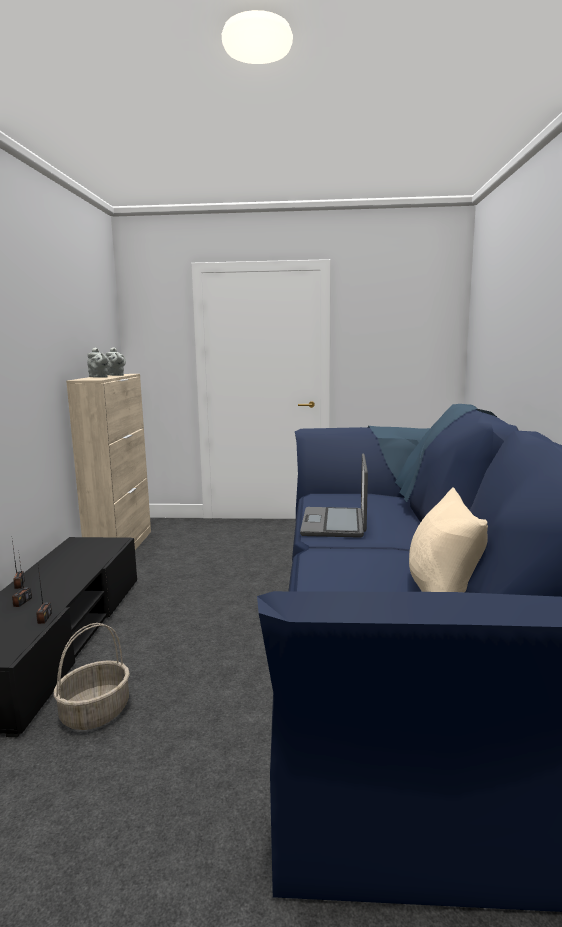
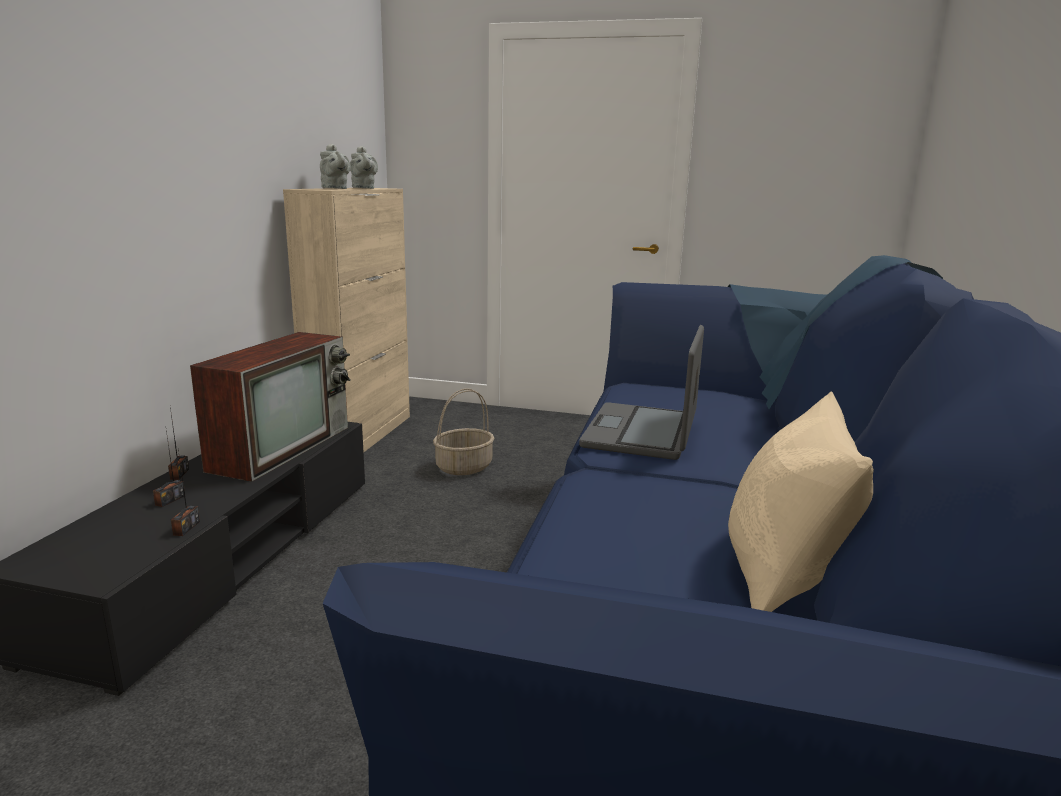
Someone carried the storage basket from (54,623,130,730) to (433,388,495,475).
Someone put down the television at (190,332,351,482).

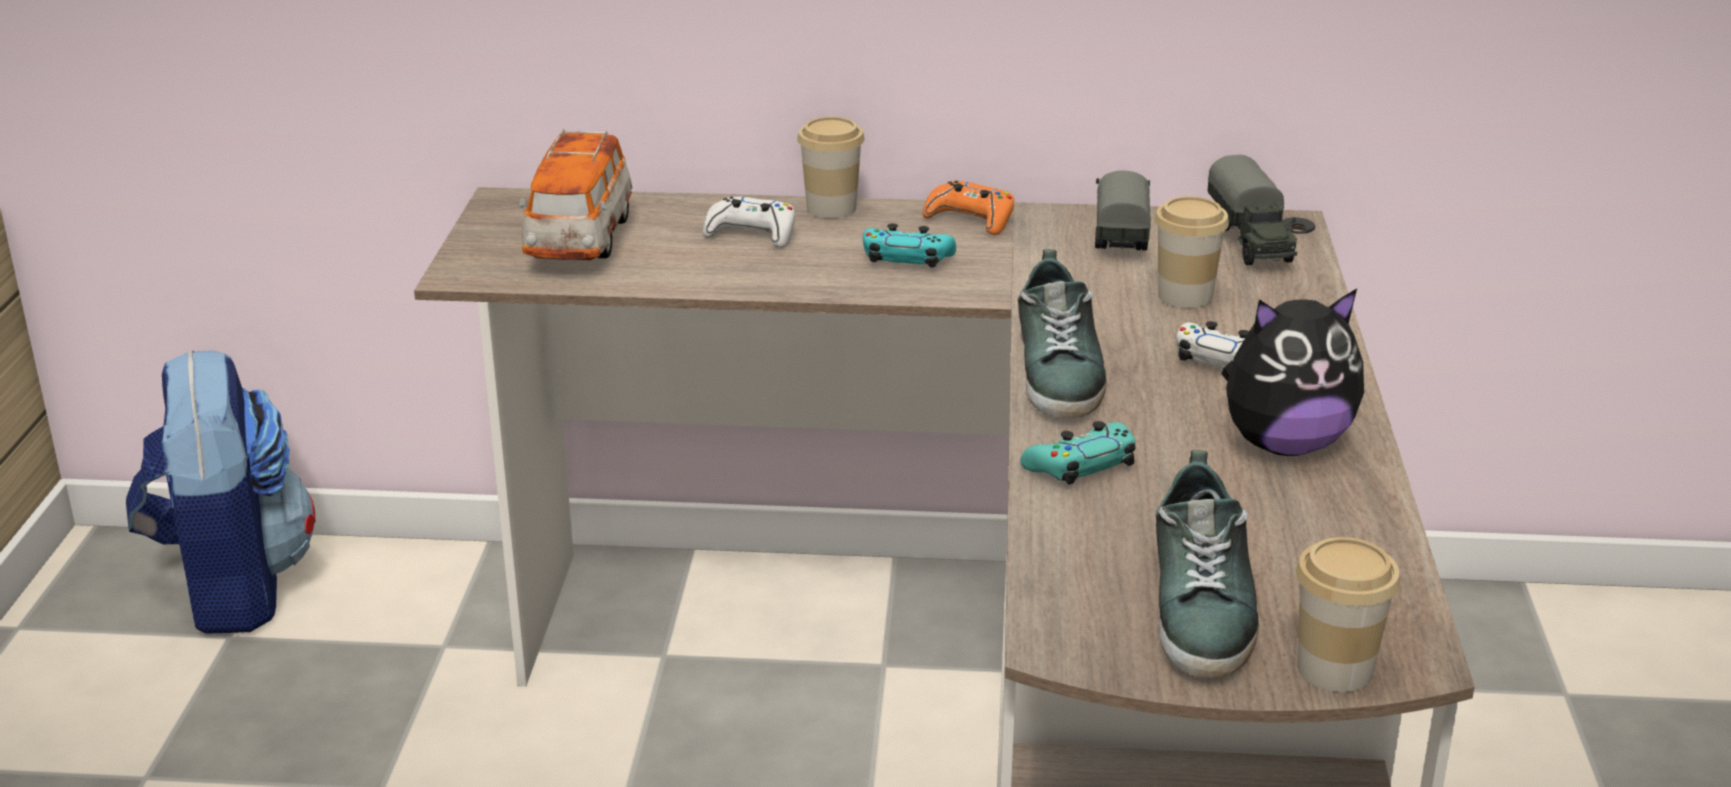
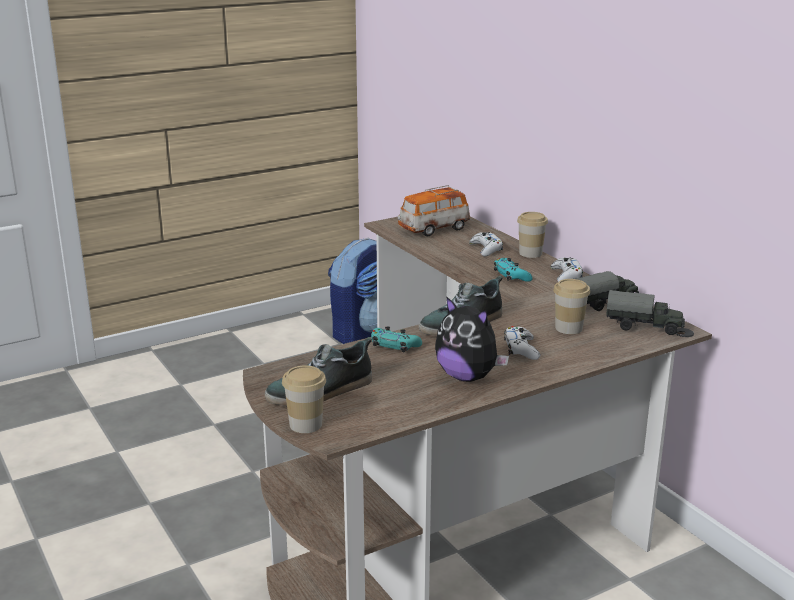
Someone repainted the game controller in orangey at (923,181,1014,235), which became the game controller in whitish at (550,257,583,282).
Someone rotated the toy lorry at (1207,155,1297,265) by 120 degrees counterclockwise.

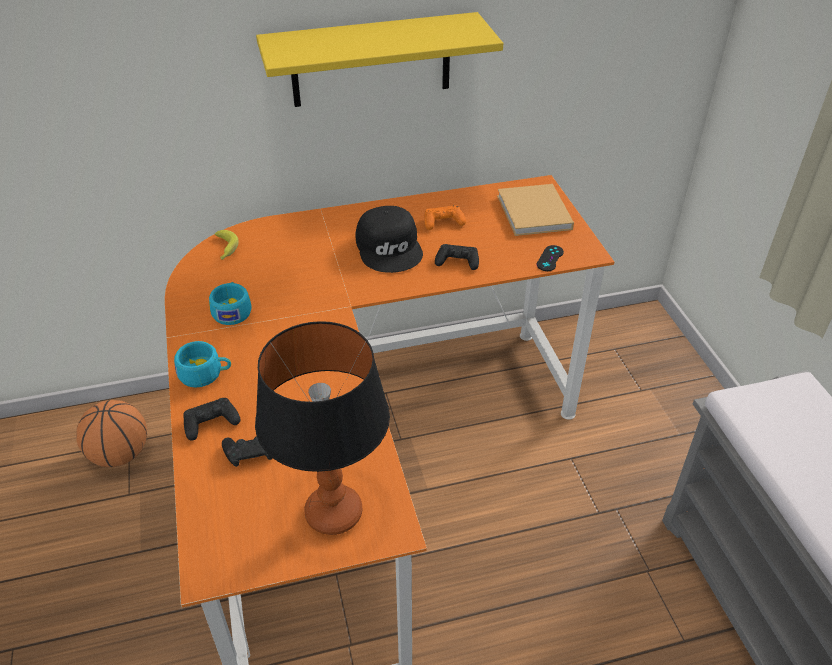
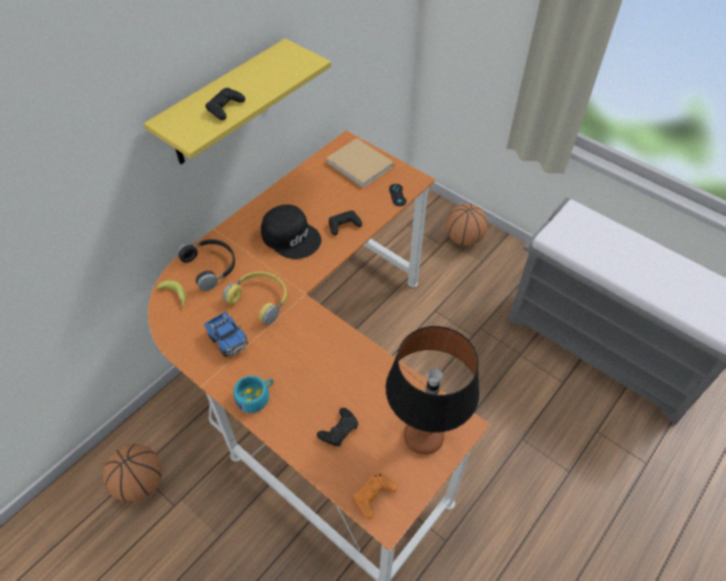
Someone carried the game controller in black-coloured from (184,398,240,440) to (205,88,245,120).
Someone swapped the drinking cup in turquoise-coloured at (209,282,252,325) for the toy lorry at (204,312,248,357).
Someone carried the game controller in orangey from (424,205,466,230) to (353,473,398,519).
Someone put down the pair of headphones in black-coloured at (177,239,235,291).
Someone put down the pair of headphones in yellow at (223,272,287,325).
Someone put down the basketball at (446,203,488,246).

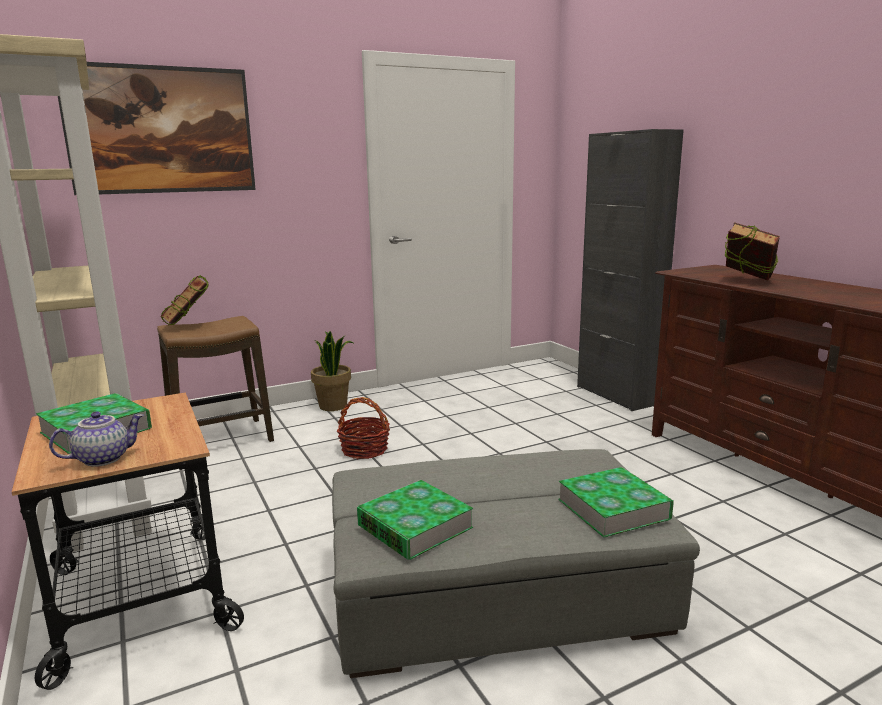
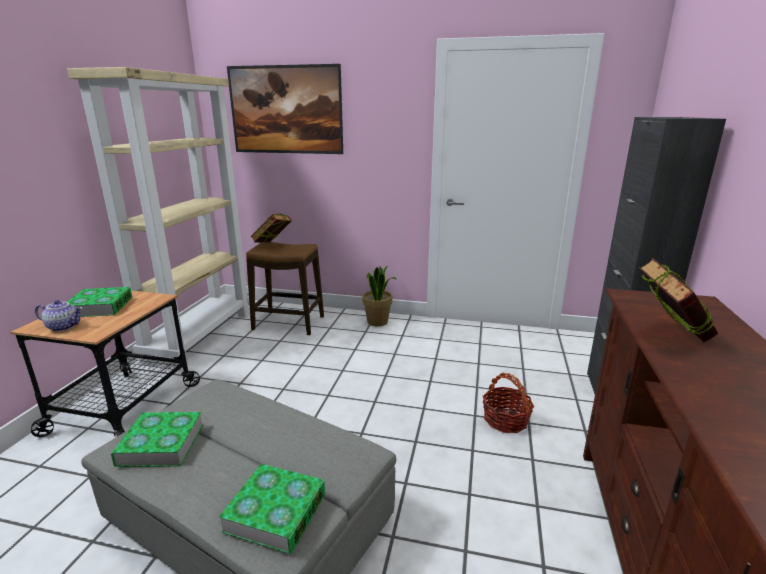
Someone carried the storage basket from (337,397,390,459) to (483,373,534,433).

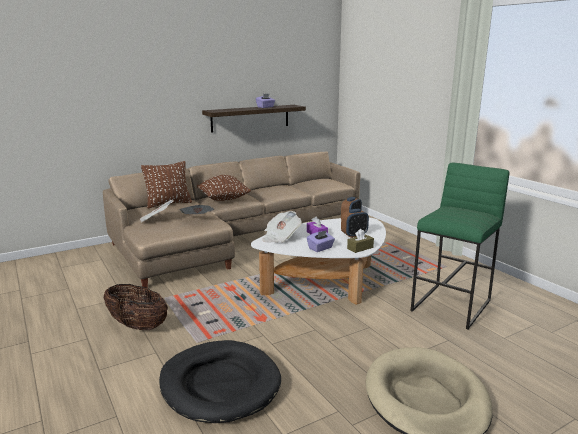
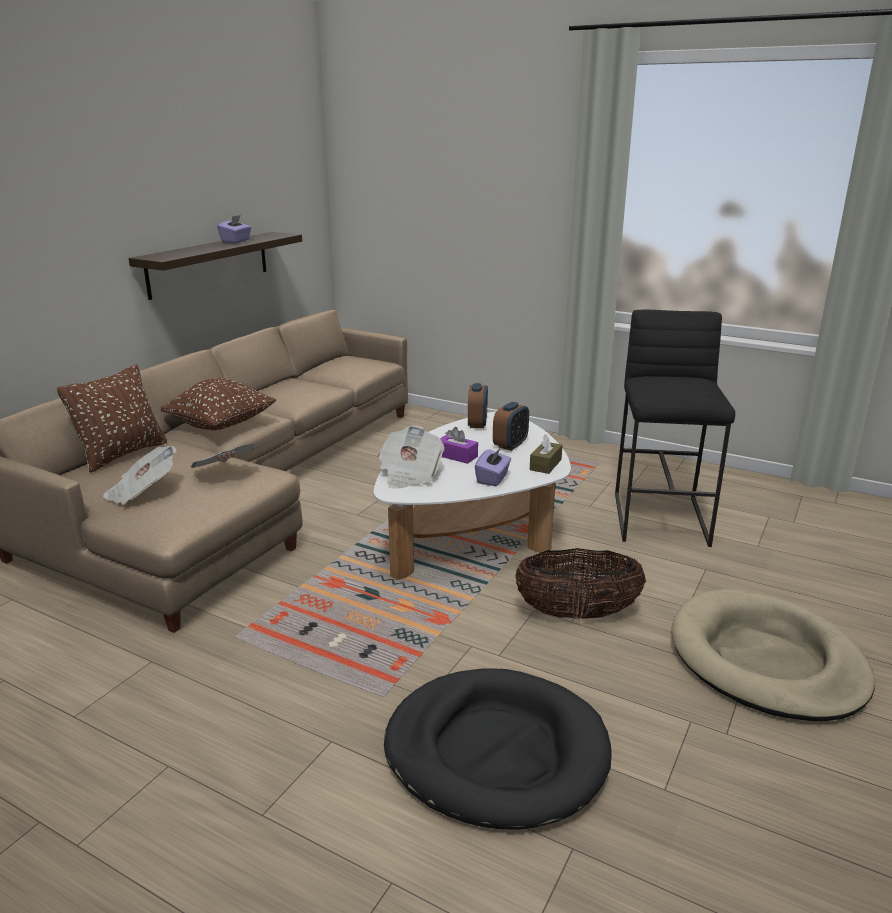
Someone carried the storage basket from (104,284,168,330) to (515,548,646,619).
Someone repainted the stool in greenish at (411,163,509,329), which became the stool in black-coloured at (615,310,735,547).

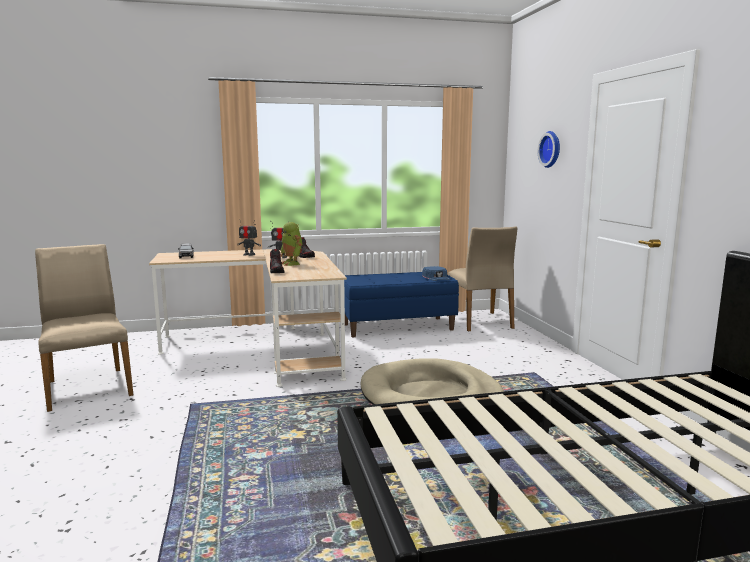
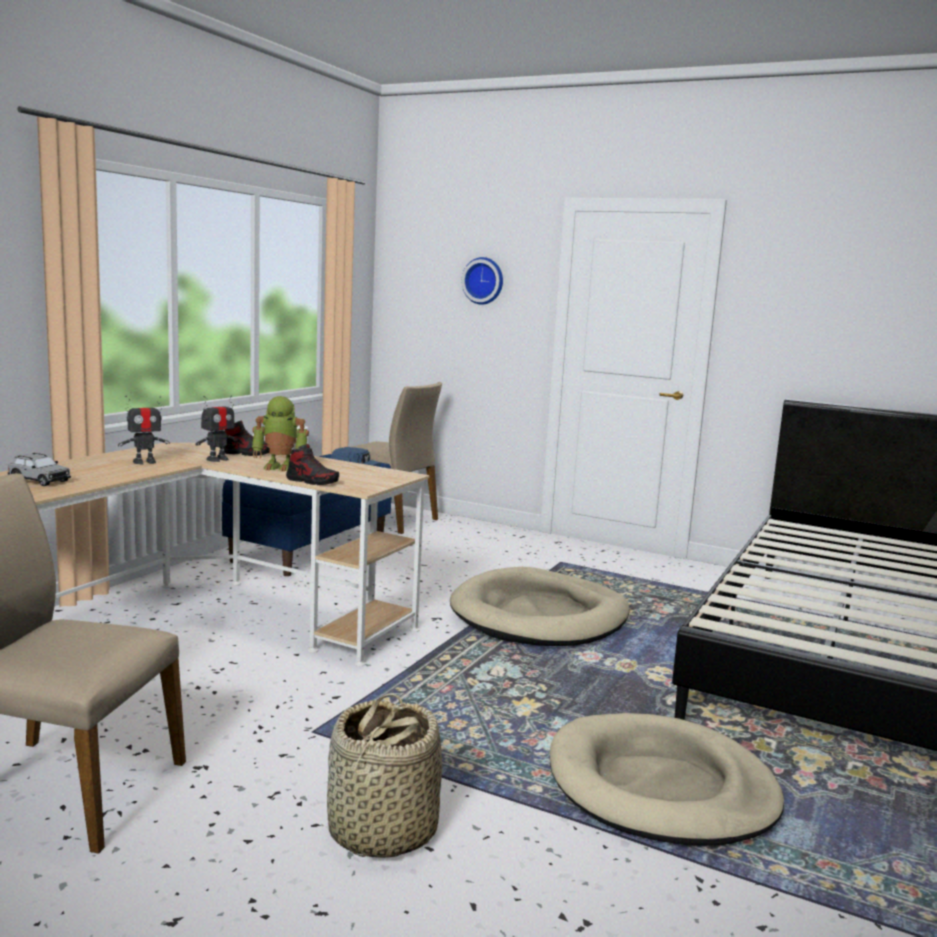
Someone put down the storage basket at (327,693,442,858).
Someone put down the pet bed in sand-coloured at (550,713,784,846).

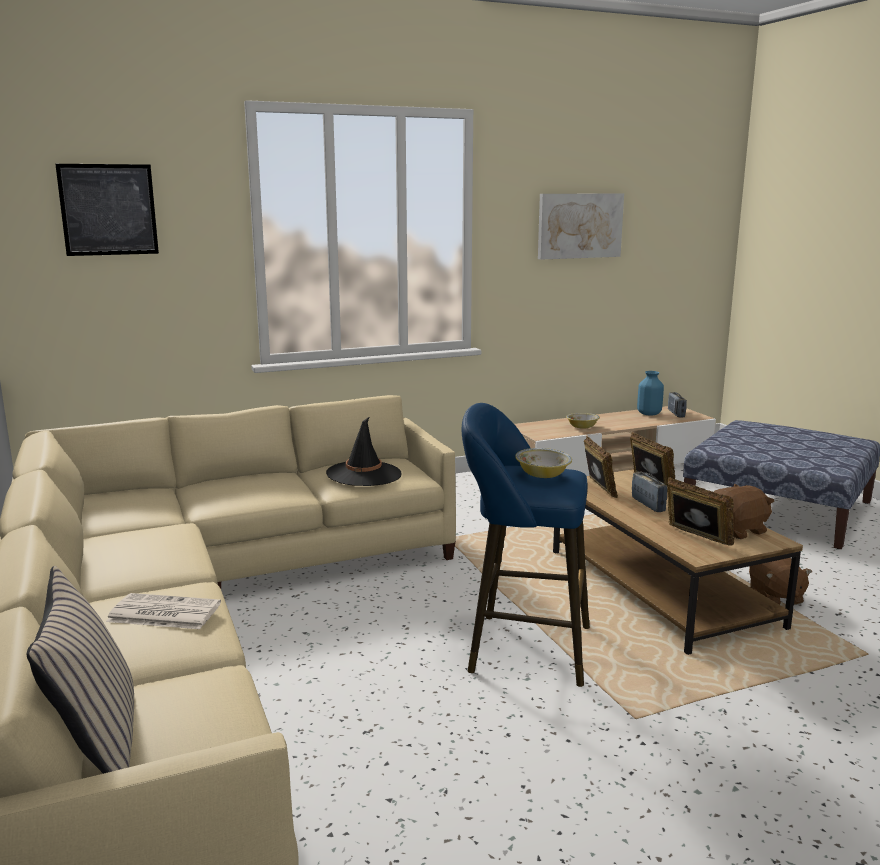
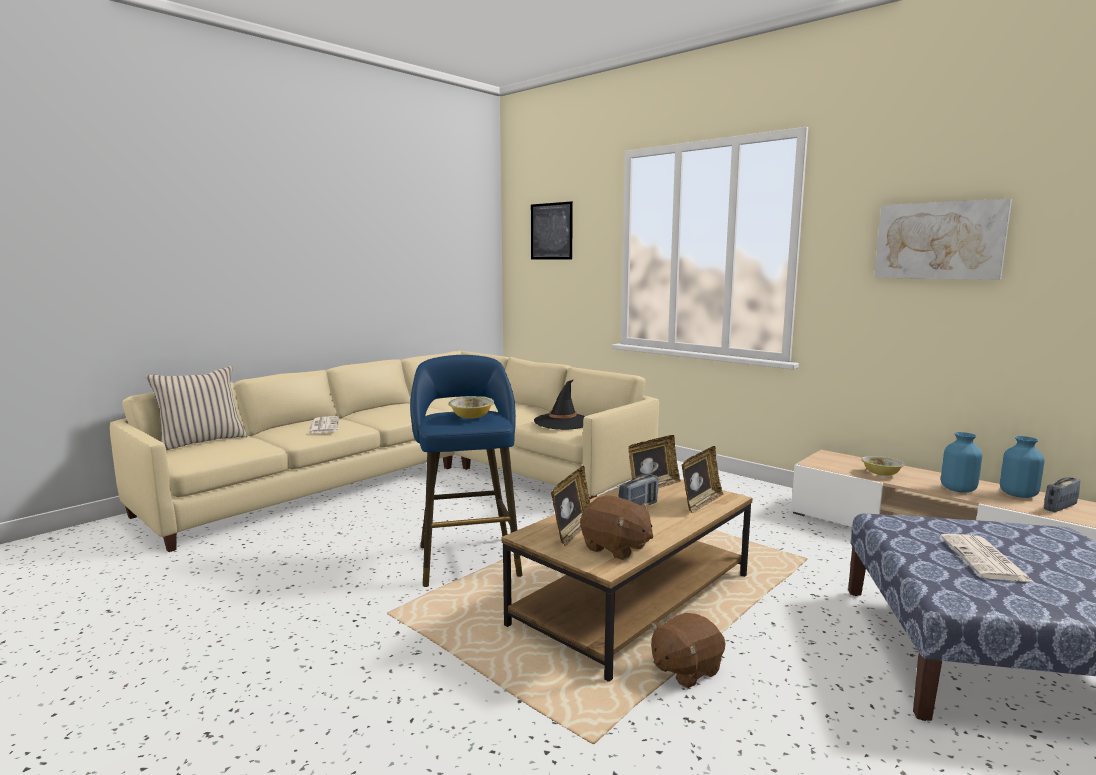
Someone put down the daily paper at (940,534,1034,582).
Someone put down the decorative vase in bluish at (941,432,982,493).

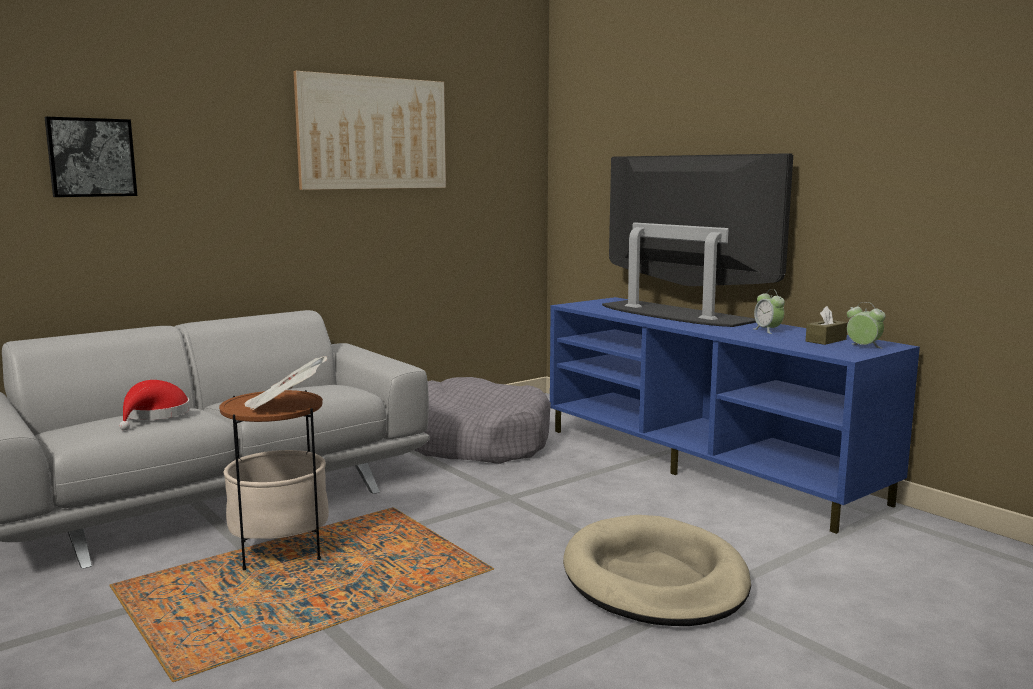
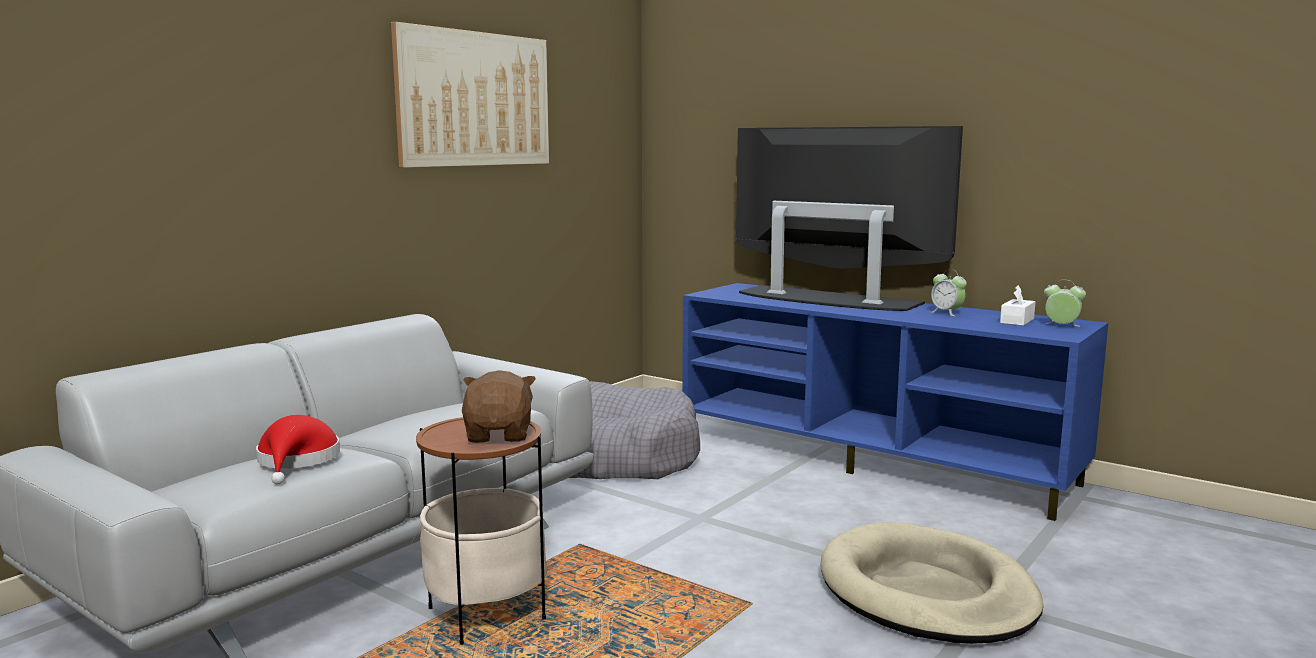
Someone took away the wall art at (45,117,137,197).
Someone swapped the daily paper at (244,356,327,410) for the plush toy in brown-coloured at (462,370,536,443).
Someone repainted the box of tissues in brown-coloured at (806,306,848,345), which became the box of tissues in whitish at (1000,285,1035,326).

